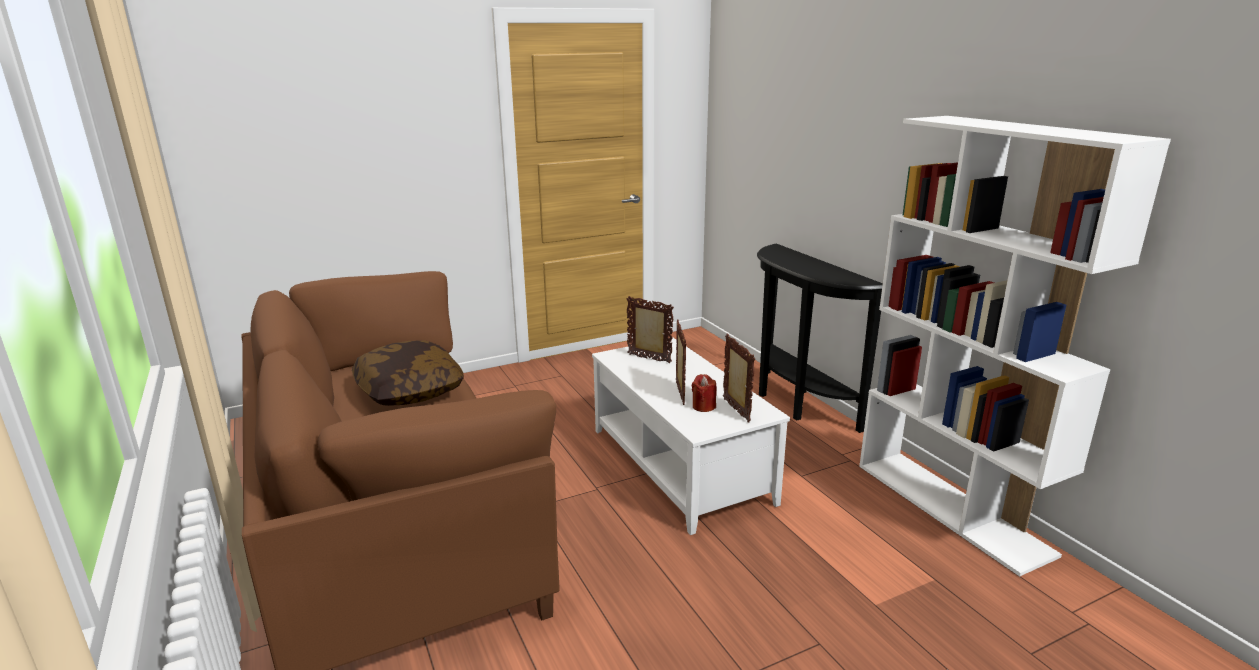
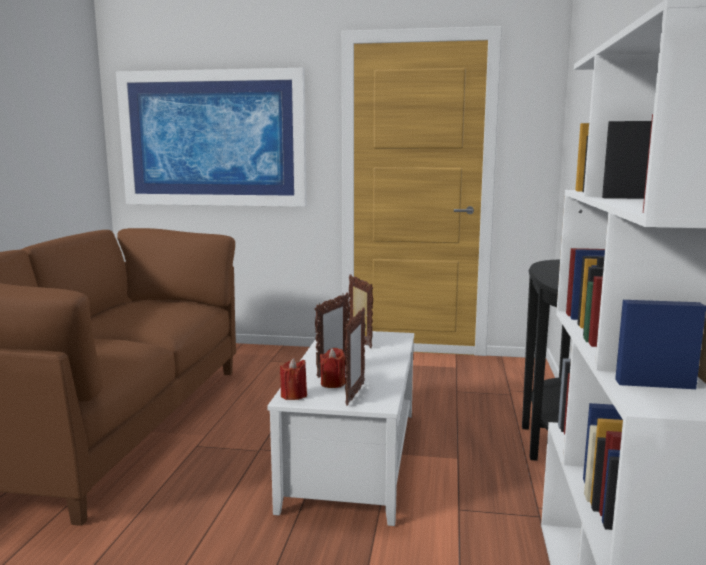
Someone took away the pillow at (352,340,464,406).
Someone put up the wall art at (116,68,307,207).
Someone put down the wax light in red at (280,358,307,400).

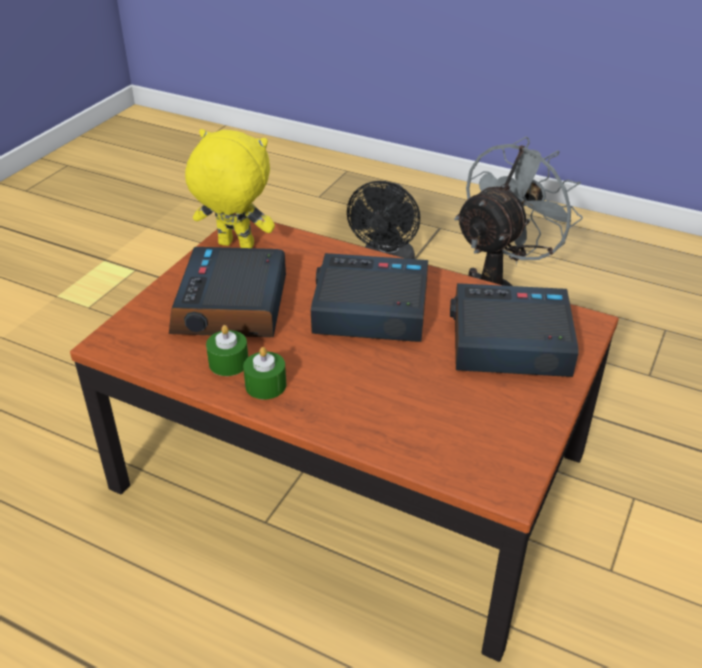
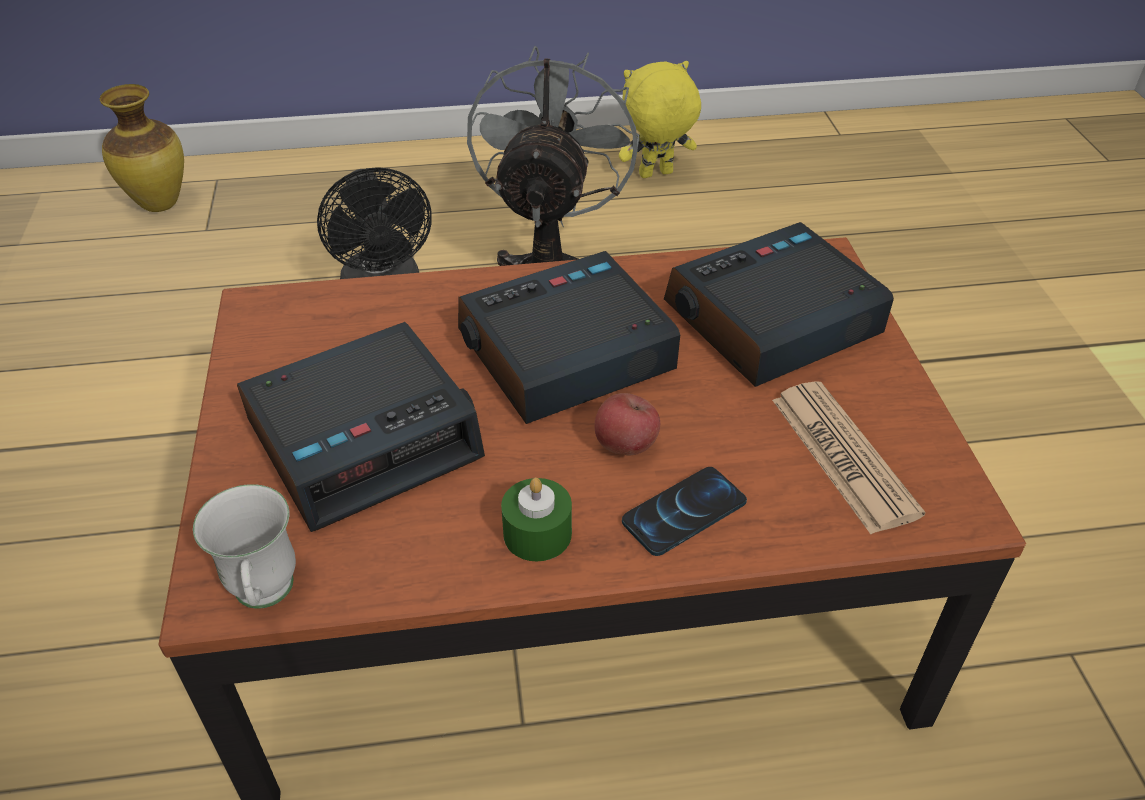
Someone rotated the alarm clock at (169,247,286,337) by 90 degrees counterclockwise.
Someone carried the plush toy in yellow from (185,129,275,248) to (619,61,701,178).
Someone took away the wax light in greenish at (206,325,248,376).
Someone put down the decorative vase at (100,84,184,212).
Someone put down the coffee mug in whitish at (193,484,296,609).
Someone put down the apple at (595,393,660,455).
Someone put down the telephone at (622,467,747,556).
Someone put down the daily paper at (772,381,925,534).

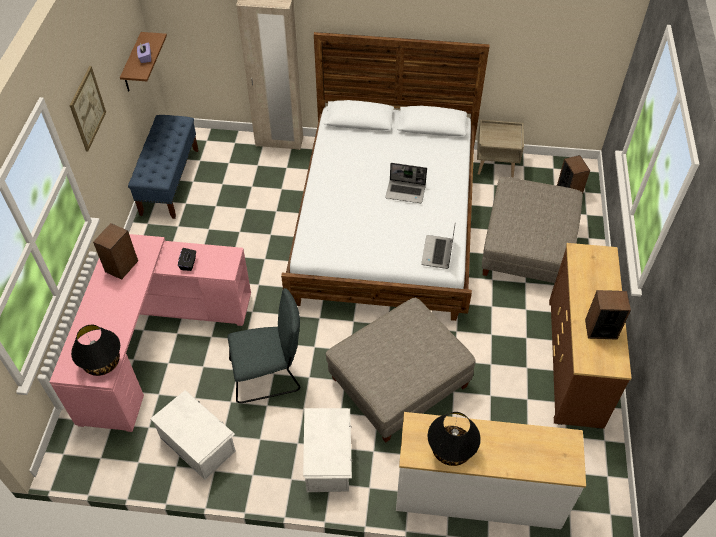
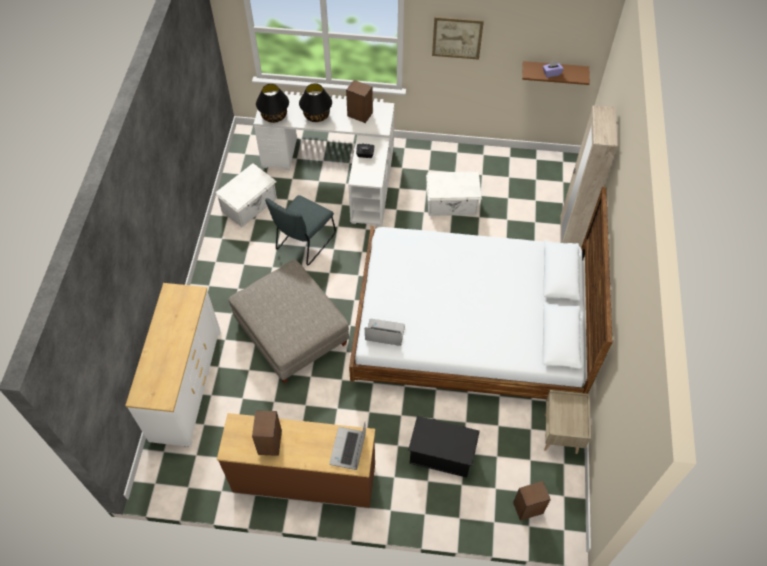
Someone repainted the desk unit in pink at (49,234,251,432), which became the desk unit in whitish at (254,93,394,226).
Someone took away the bench in bluish at (128,115,198,219).
Someone rotated the chair in gray at (227,288,301,403) by 45 degrees clockwise.
Someone carried the storage bin in whitish from (303,408,352,492) to (426,172,482,216).
Someone carried the portable computer from (385,163,427,203) to (329,422,366,470).
Someone carried the lamp for a table in black-coloured from (428,412,481,466) to (299,83,332,122).
Someone swapped the footrest in gray at (482,177,583,283) for the storage bin in black-coloured at (408,416,480,478).

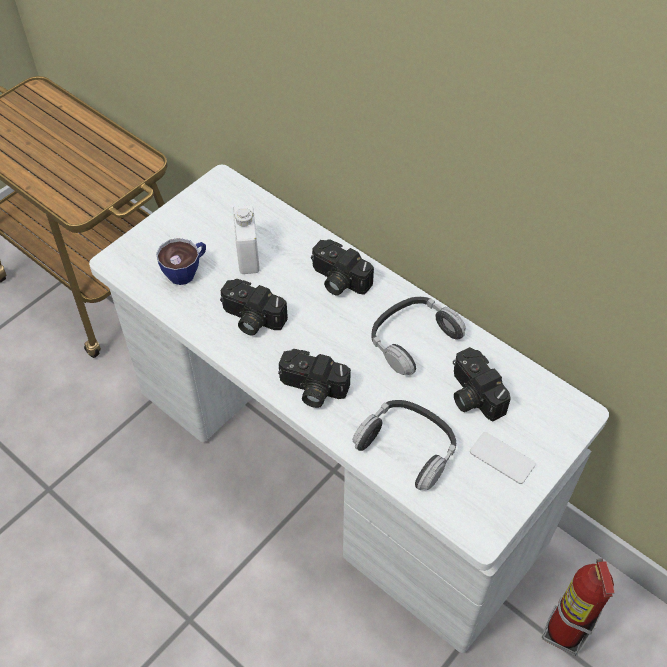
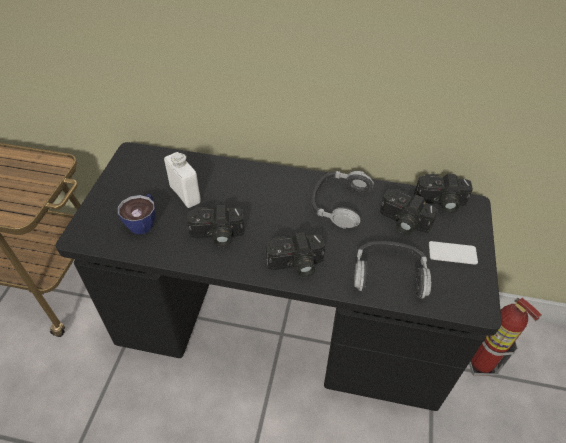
Someone repainted the desk unit in whitish at (89,164,609,653), which became the desk unit in black-coloured at (56,142,502,411).
Someone carried the photo camera from (311,239,374,295) to (414,174,473,213).

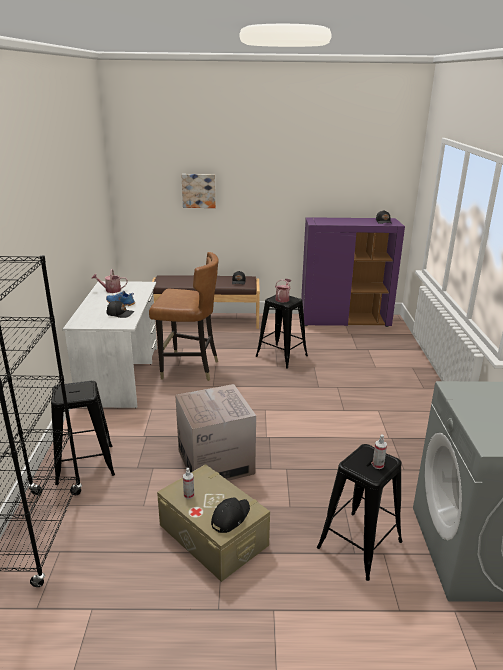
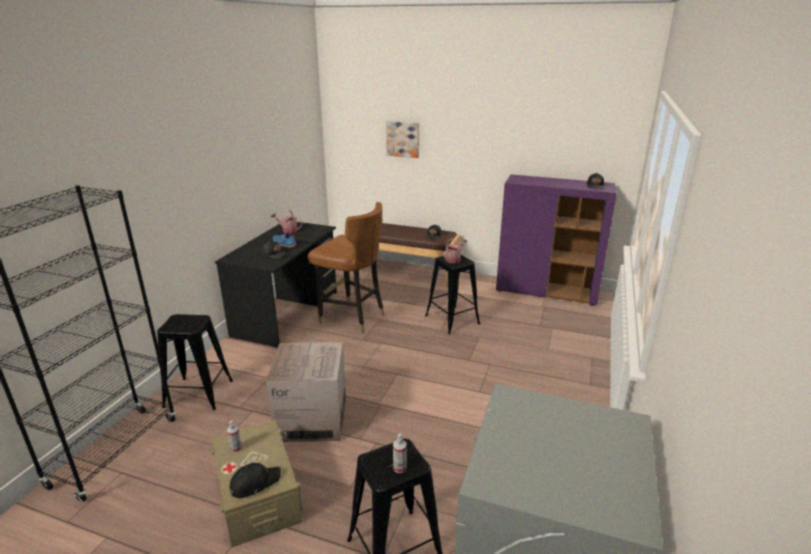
Someone repainted the desk unit in whitish at (63,281,157,408), which became the desk unit in black-coloured at (215,222,337,348).

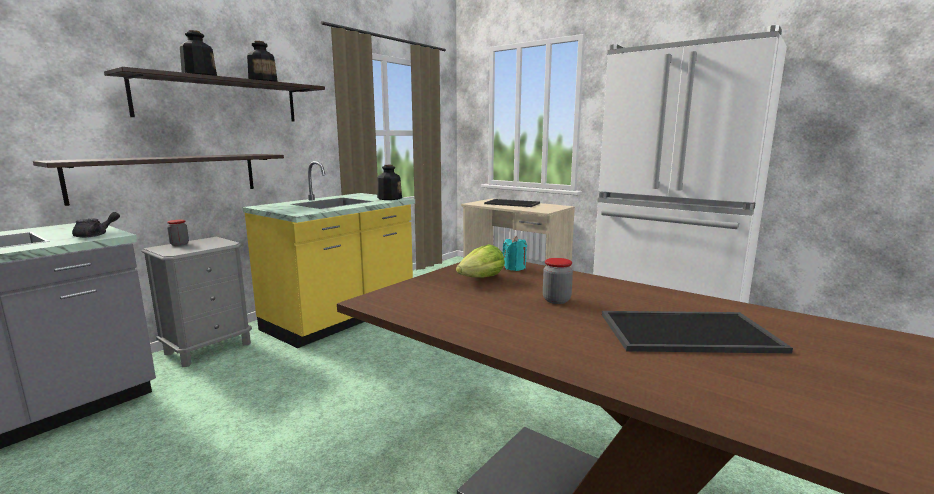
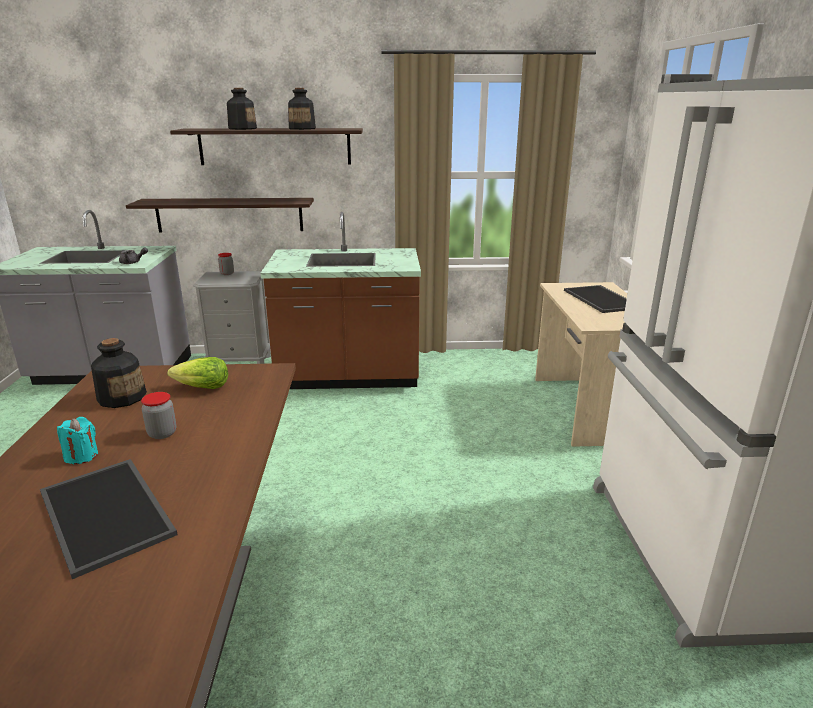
Someone repainted the kitchen counter in yellow at (243,161,415,348), which became the kitchen counter in brown-coloured at (260,212,421,389).
Someone carried the bottle from (377,165,402,200) to (91,338,147,408).
Someone carried the wax light in turquoise-coloured from (502,236,527,271) to (57,417,98,464).

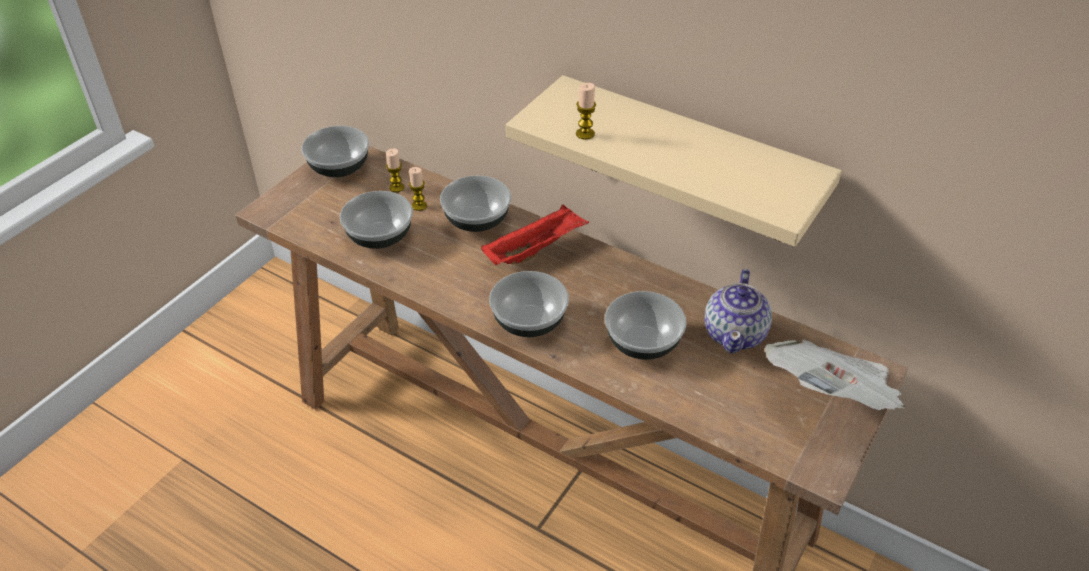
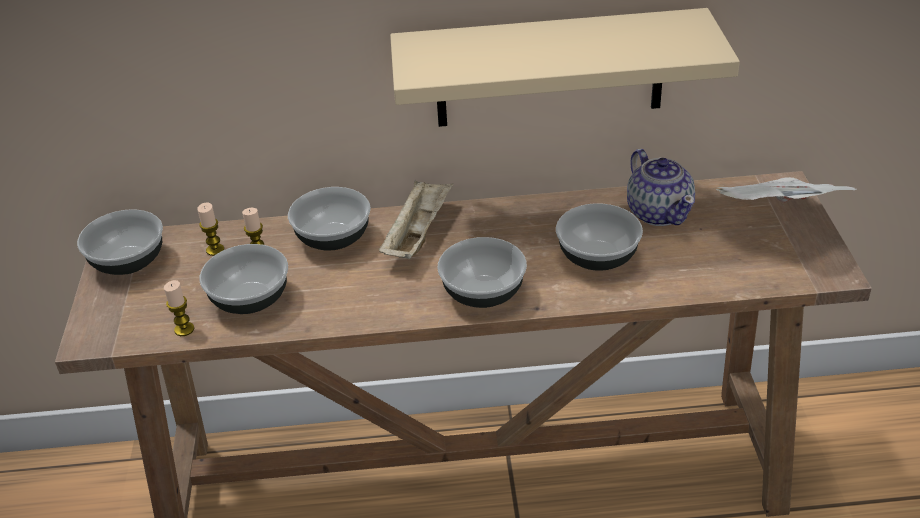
Someone repainted the tray in red at (481,204,589,265), which became the tray in sand-coloured at (378,180,453,259).
Someone carried the wax light from (576,83,596,140) to (164,280,194,336).

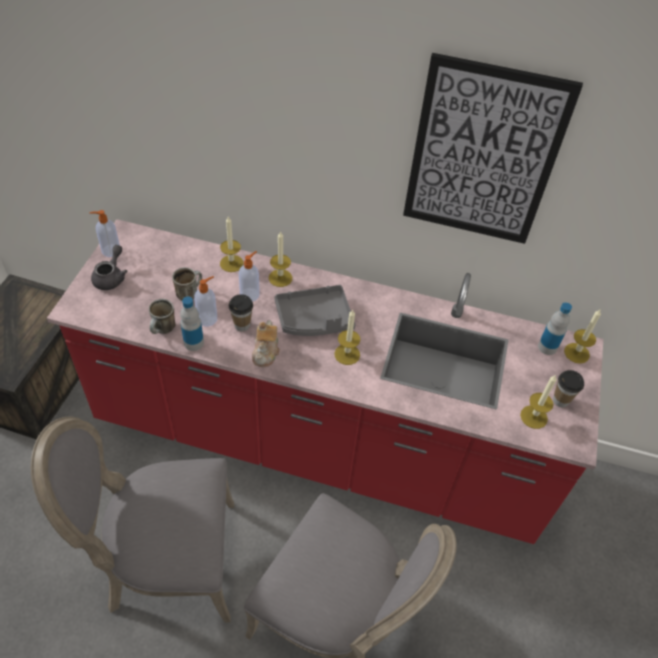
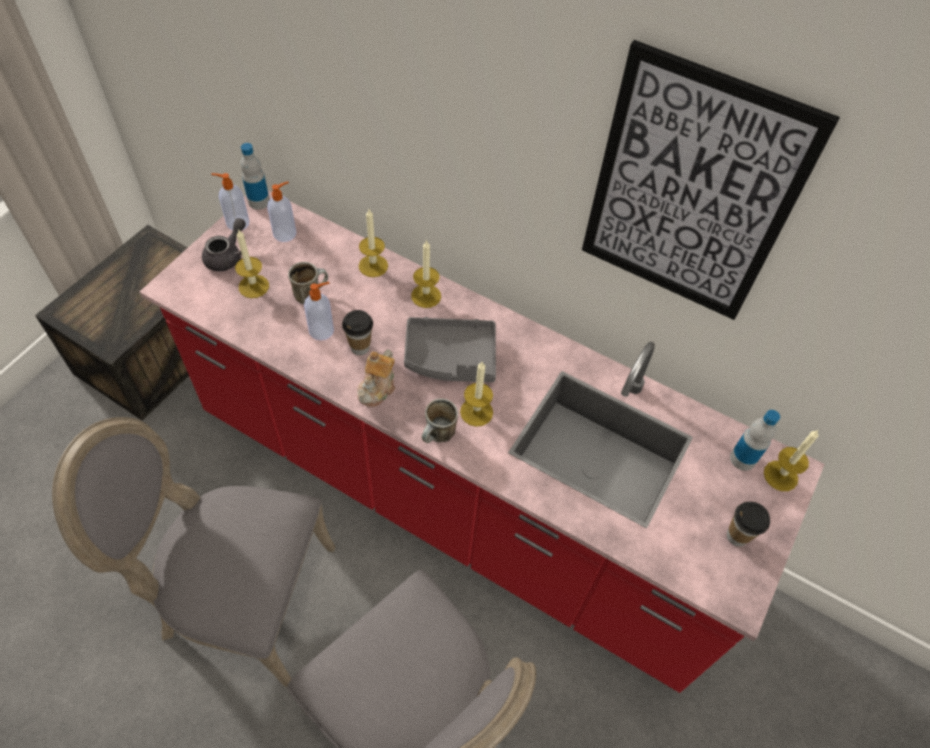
Someone carried the coffee mug from (149,299,175,334) to (422,398,458,443).
Someone carried the bottle from (180,297,204,351) to (240,143,270,210).
Someone carried the soap dispenser from (239,251,260,302) to (267,182,296,242).
Someone carried the wax light from (520,375,557,429) to (235,229,269,298).

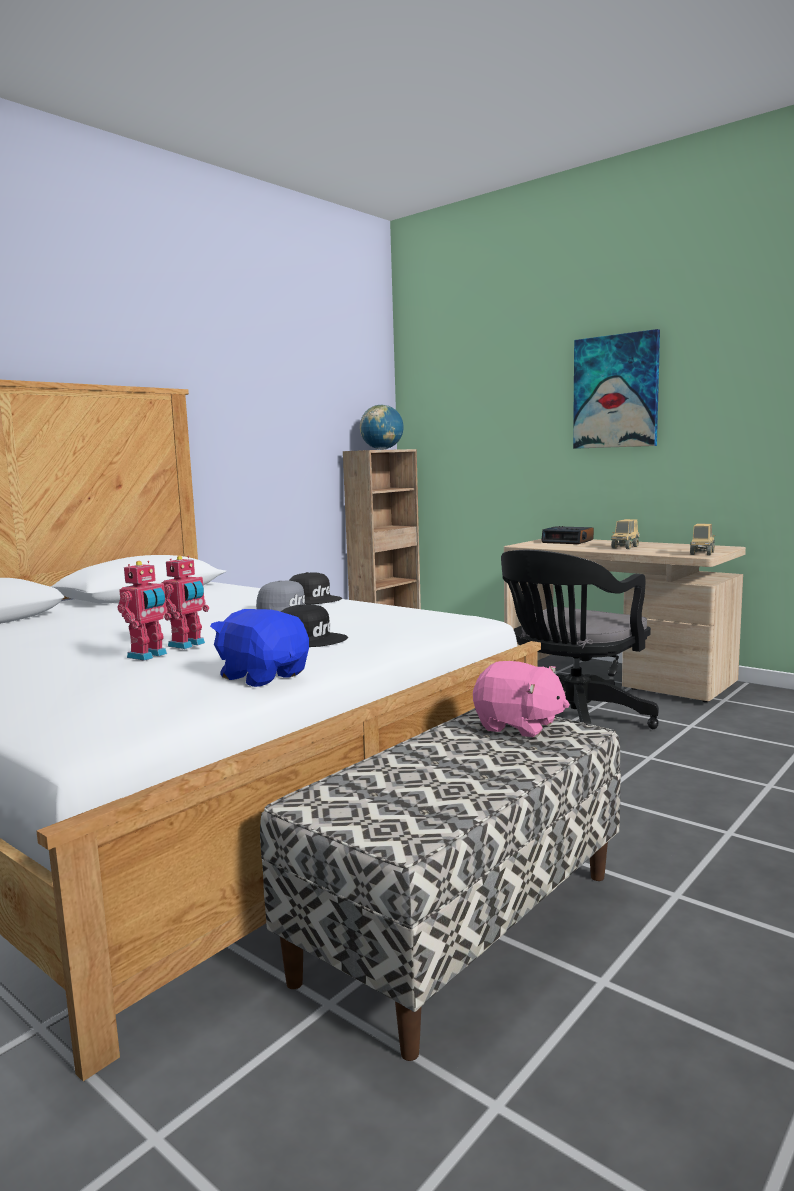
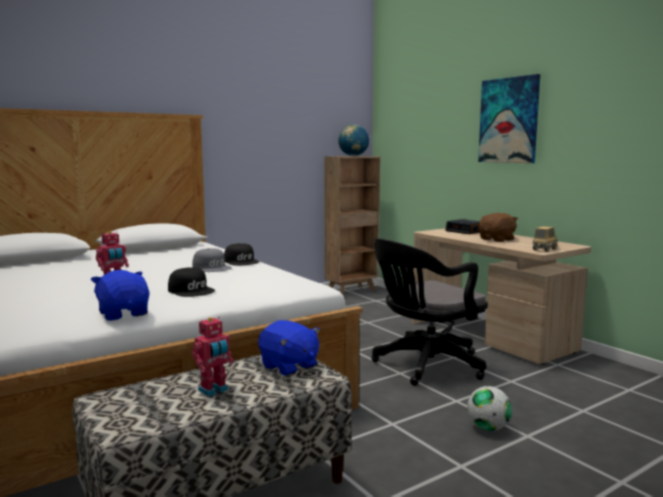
Someone carried the toy robot from (117,561,171,661) to (192,316,234,397).
Someone repainted the plush toy in pink at (473,661,570,737), which became the plush toy in bluish at (258,320,320,376).
Someone swapped the toy lorry at (611,519,640,549) for the plush toy in brown-coloured at (479,213,518,242).
Someone put down the ball for football at (467,386,512,431).

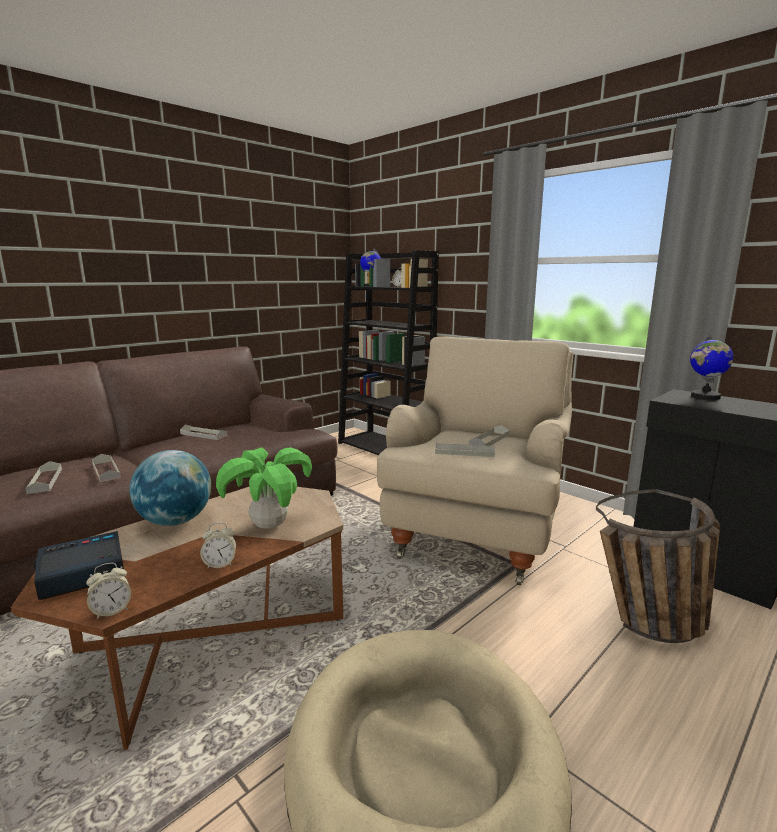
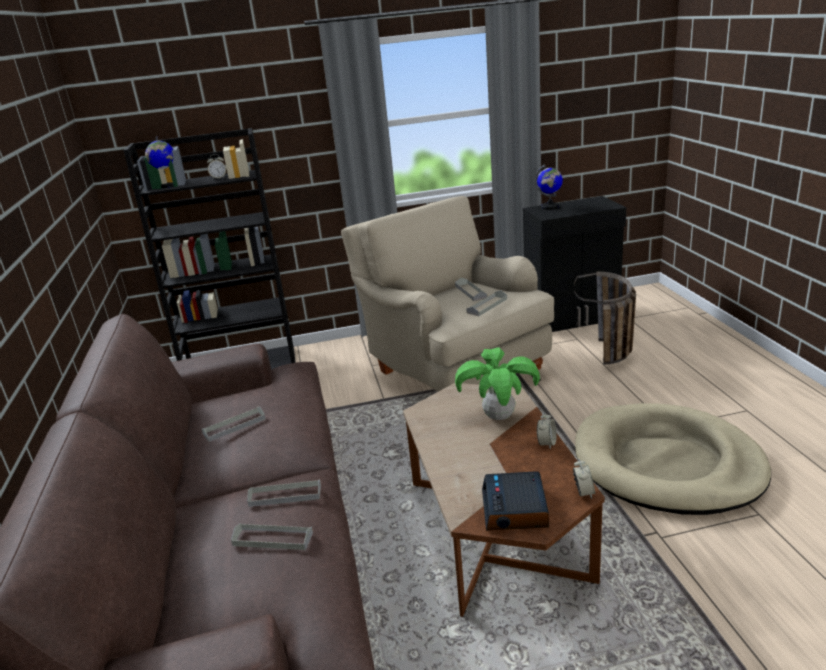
Someone took away the desk globe at (129,450,211,526).

